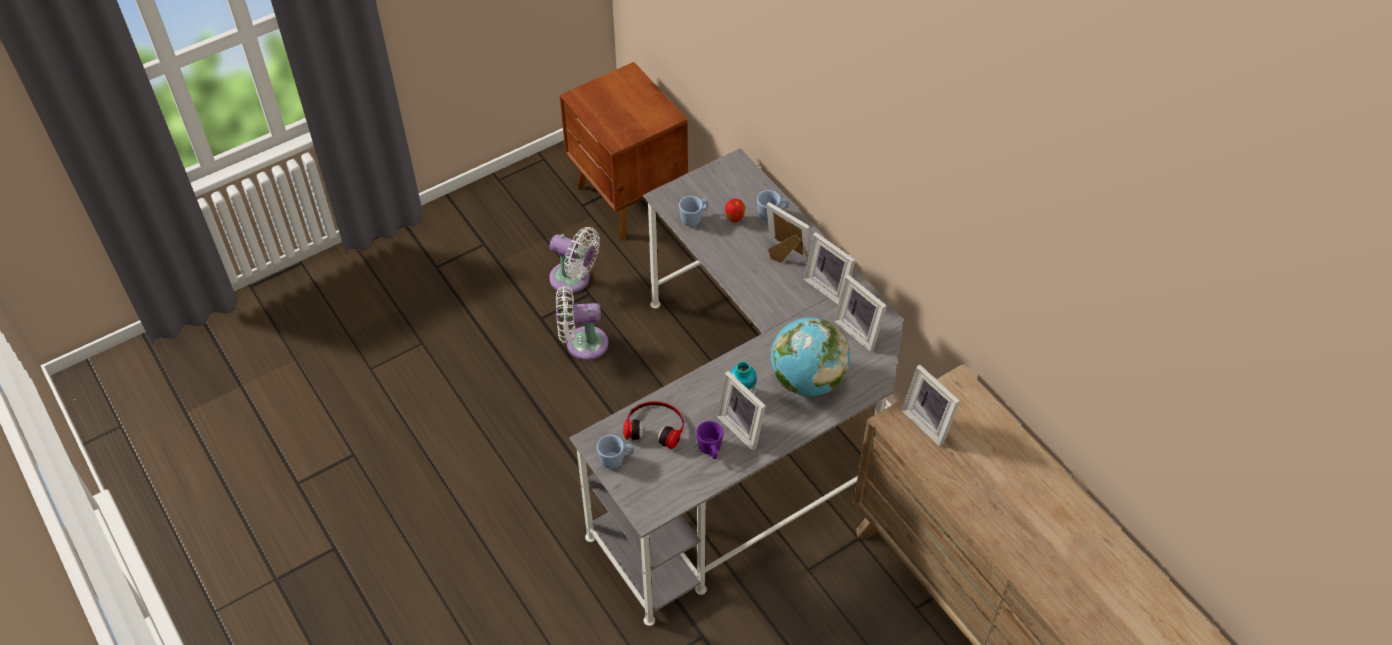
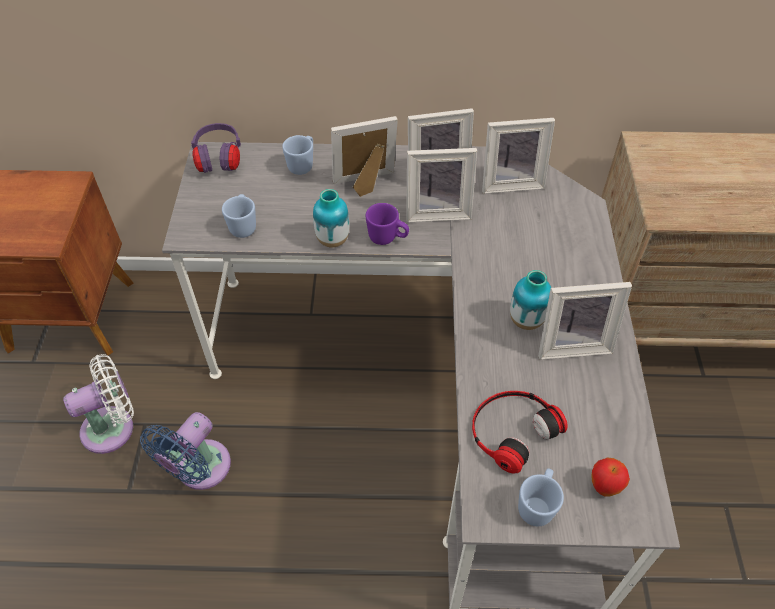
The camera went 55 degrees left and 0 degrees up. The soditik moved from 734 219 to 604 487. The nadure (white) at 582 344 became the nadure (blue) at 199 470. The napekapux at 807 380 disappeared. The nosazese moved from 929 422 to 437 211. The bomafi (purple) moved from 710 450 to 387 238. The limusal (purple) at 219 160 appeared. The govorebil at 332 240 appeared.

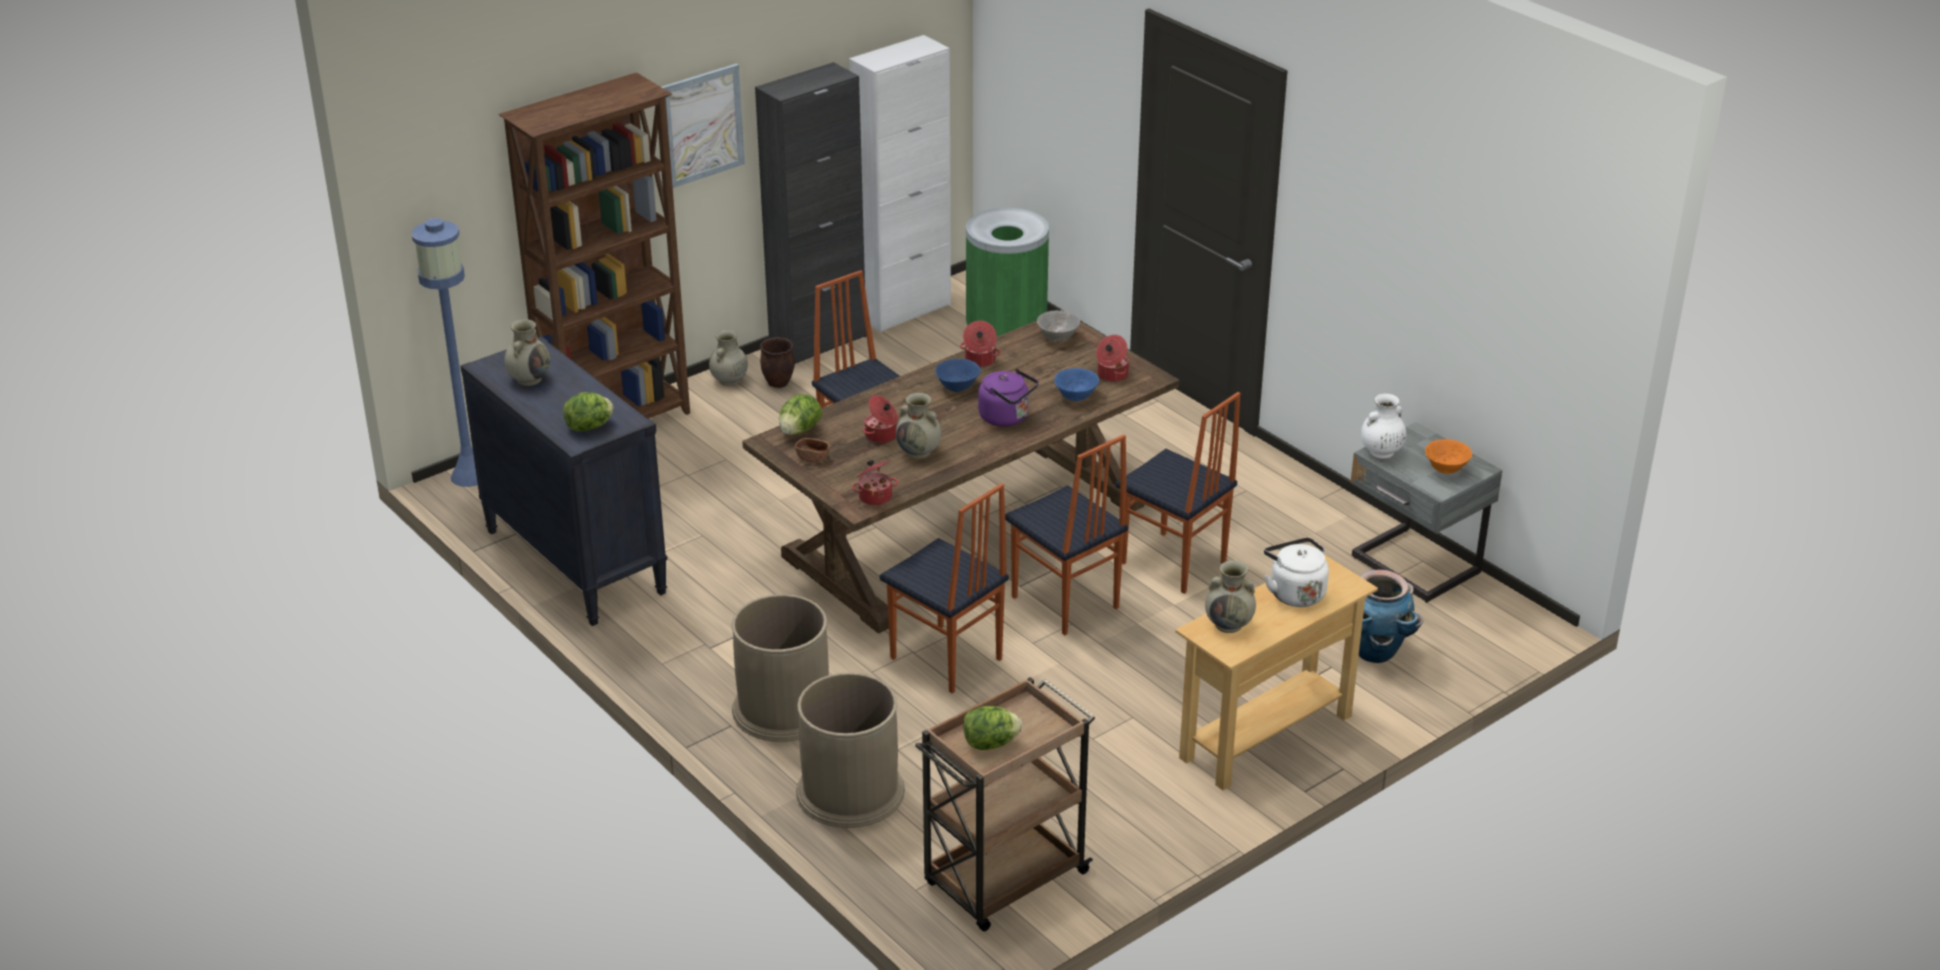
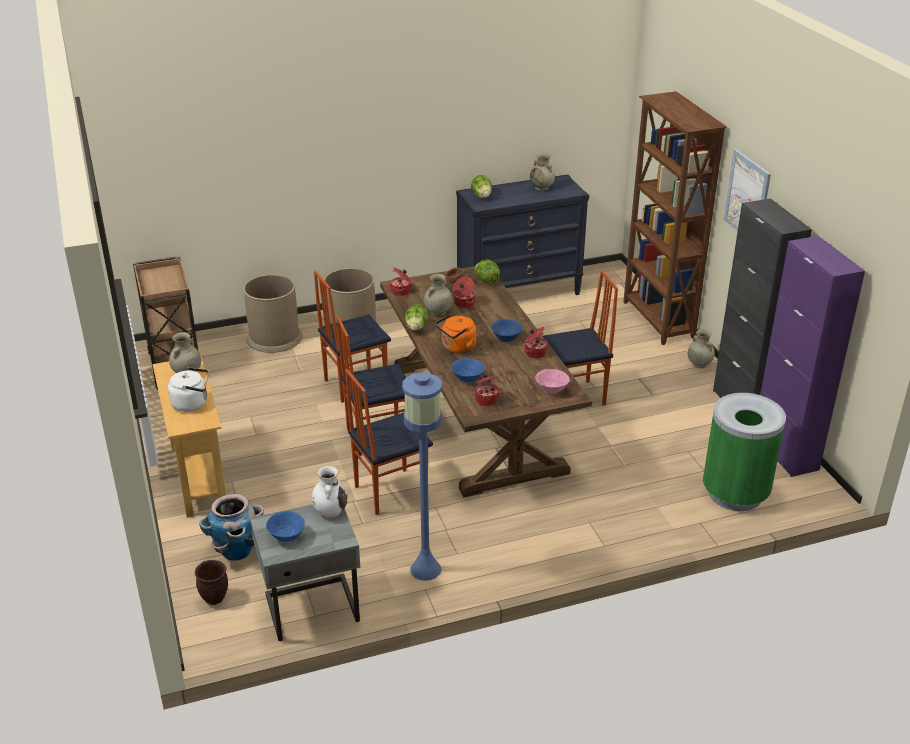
The camera went 110 degrees right and 0 degrees up. The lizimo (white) at 904 310 became the lizimo (purple) at 785 452. The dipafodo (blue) moved from 470 476 to 425 570. The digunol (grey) at 1057 337 became the digunol (pink) at 551 389. The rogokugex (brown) moved from 779 383 to 214 599. The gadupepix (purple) at 1007 418 became the gadupepix (orange) at 457 348. The digunol (orange) at 1445 469 became the digunol (blue) at 286 536. The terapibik moved from 990 743 to 416 328.

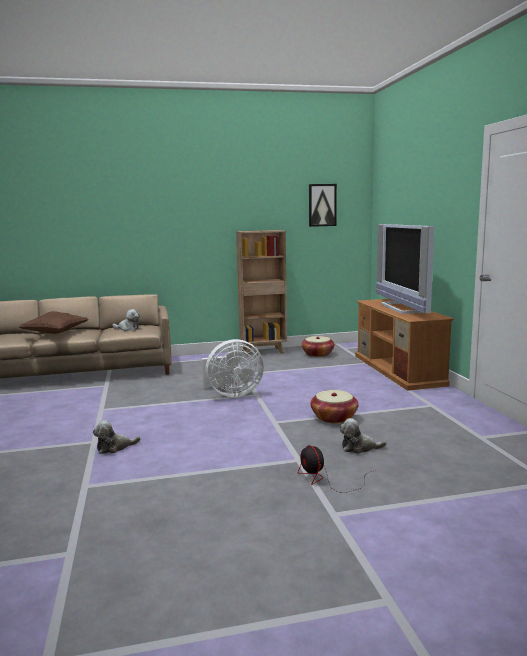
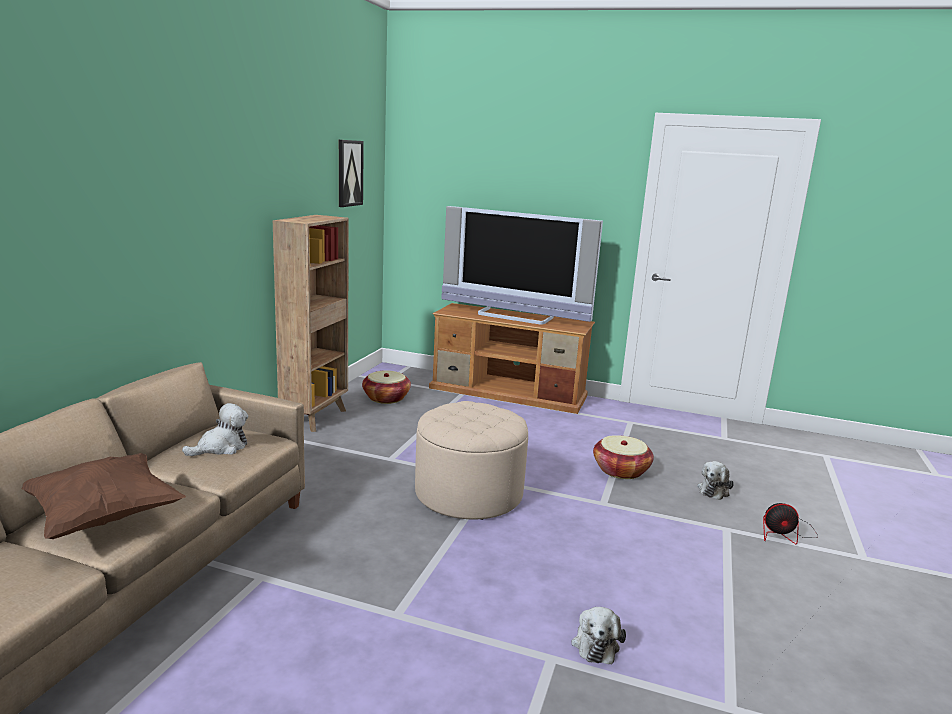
The camera went 60 degrees left and 5 degrees up. The nadure (white) at 231 394 was replaced by the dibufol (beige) at 468 493.

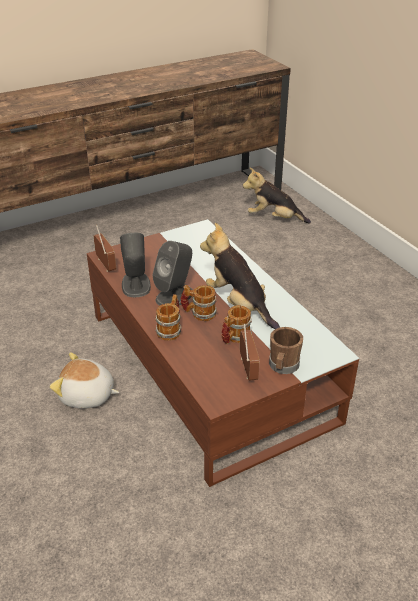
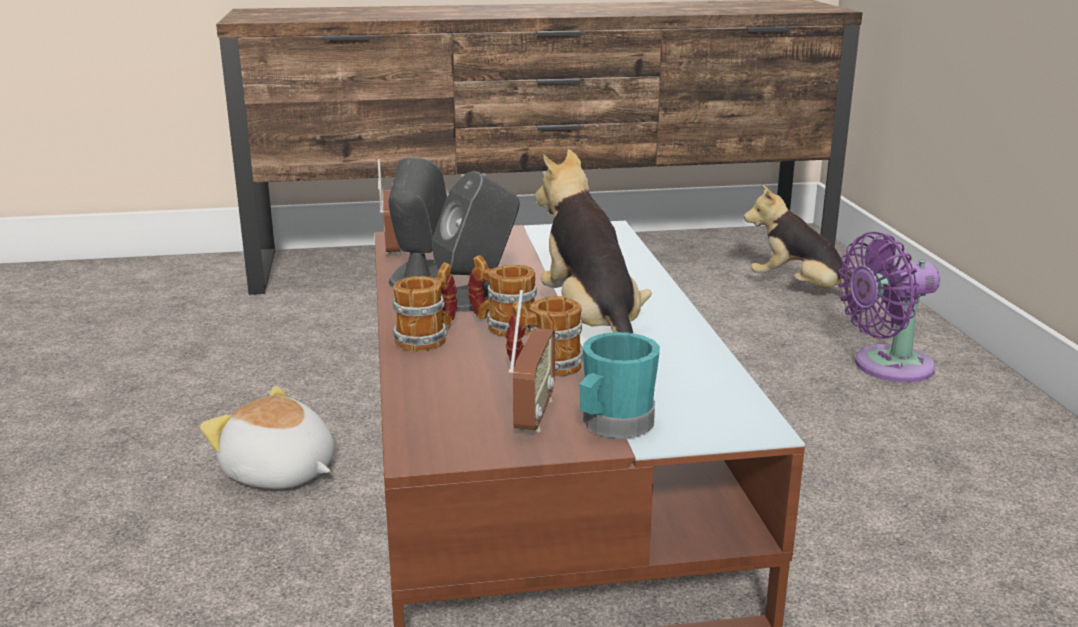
The camera went 20 degrees right and 15 degrees down. The bomafi (brown) at 283 366 became the bomafi (turquoise) at 613 425. The nadure (purple) at 886 366 appeared.

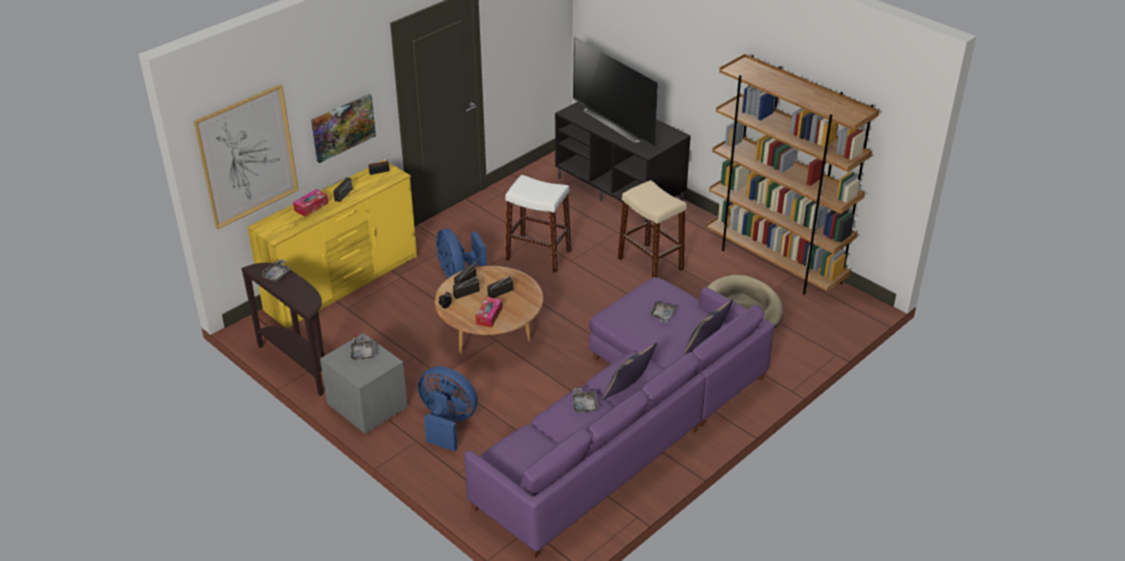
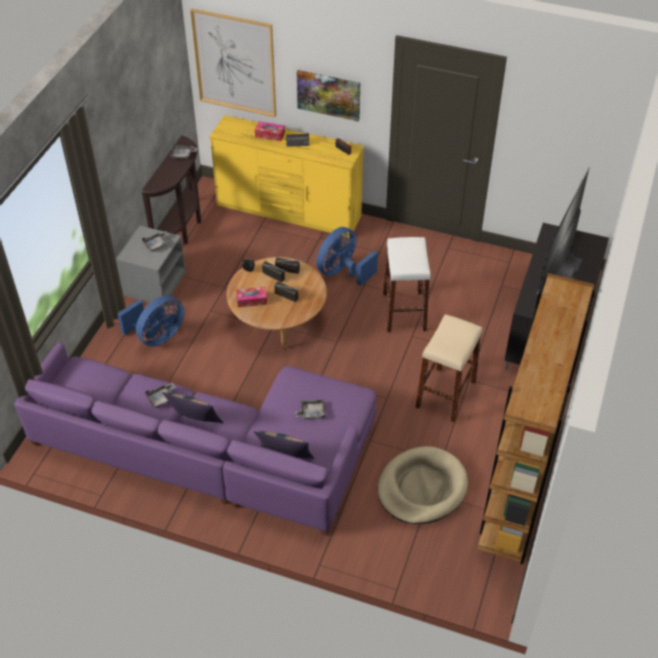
The camera went 65 degrees right and 10 degrees up. The nadure (blue) at 447 423 turned 45 degrees clockwise.

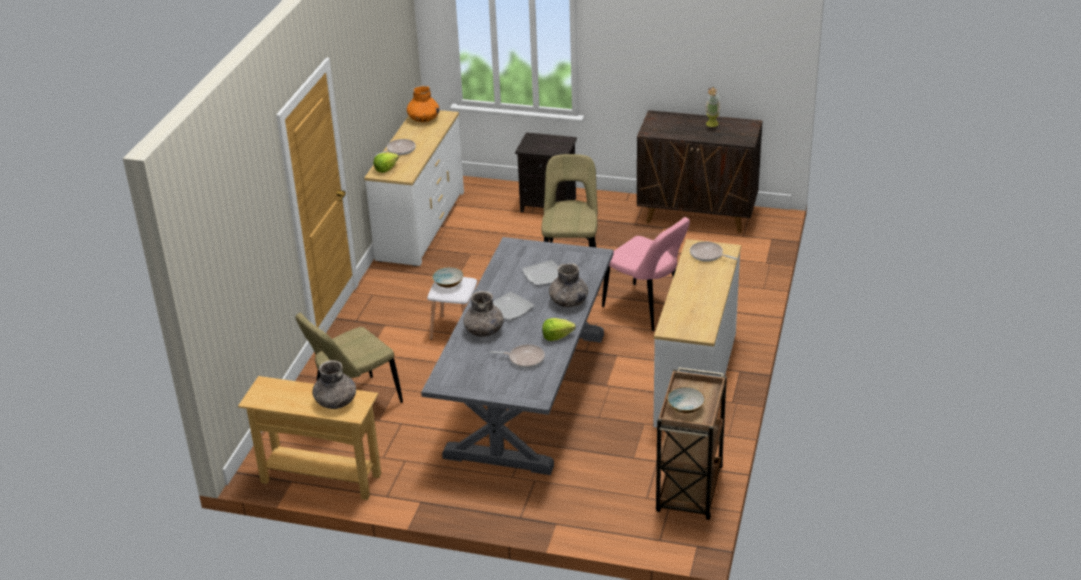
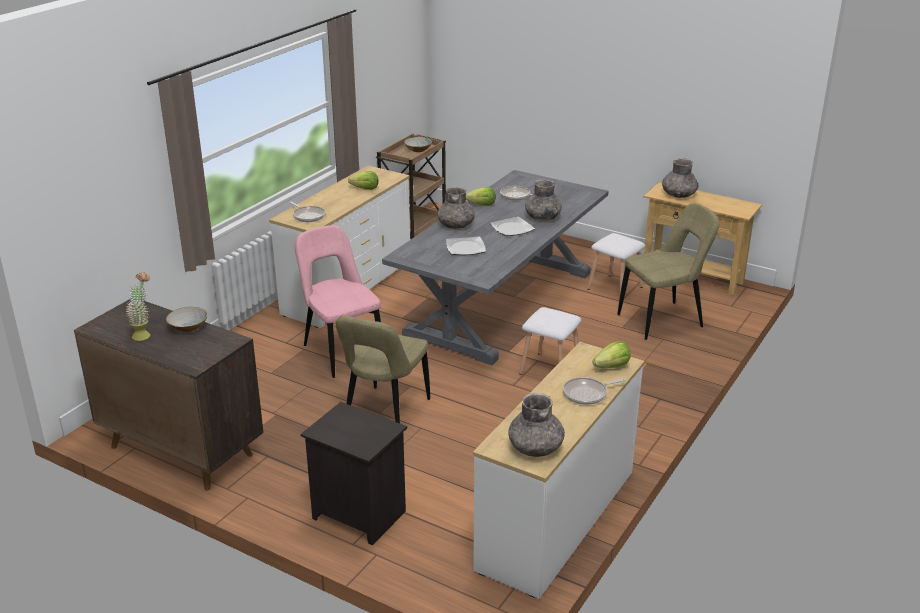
The camera went 165 degrees left and 5 degrees down. The govorebil (orange) at 423 119 became the govorebil (grey) at 535 447. The digunol moved from 448 283 to 188 327. The terapibik at 365 189 appeared. The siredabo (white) at 615 288 appeared.

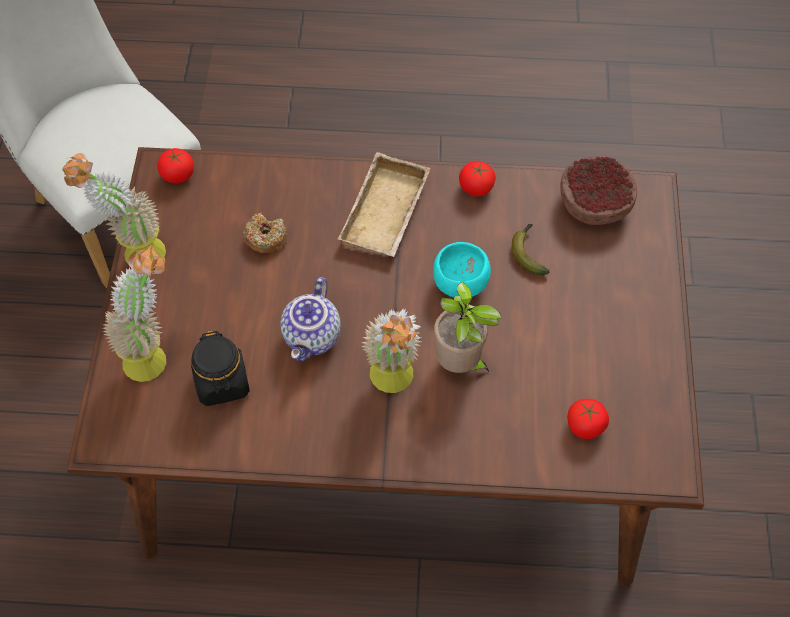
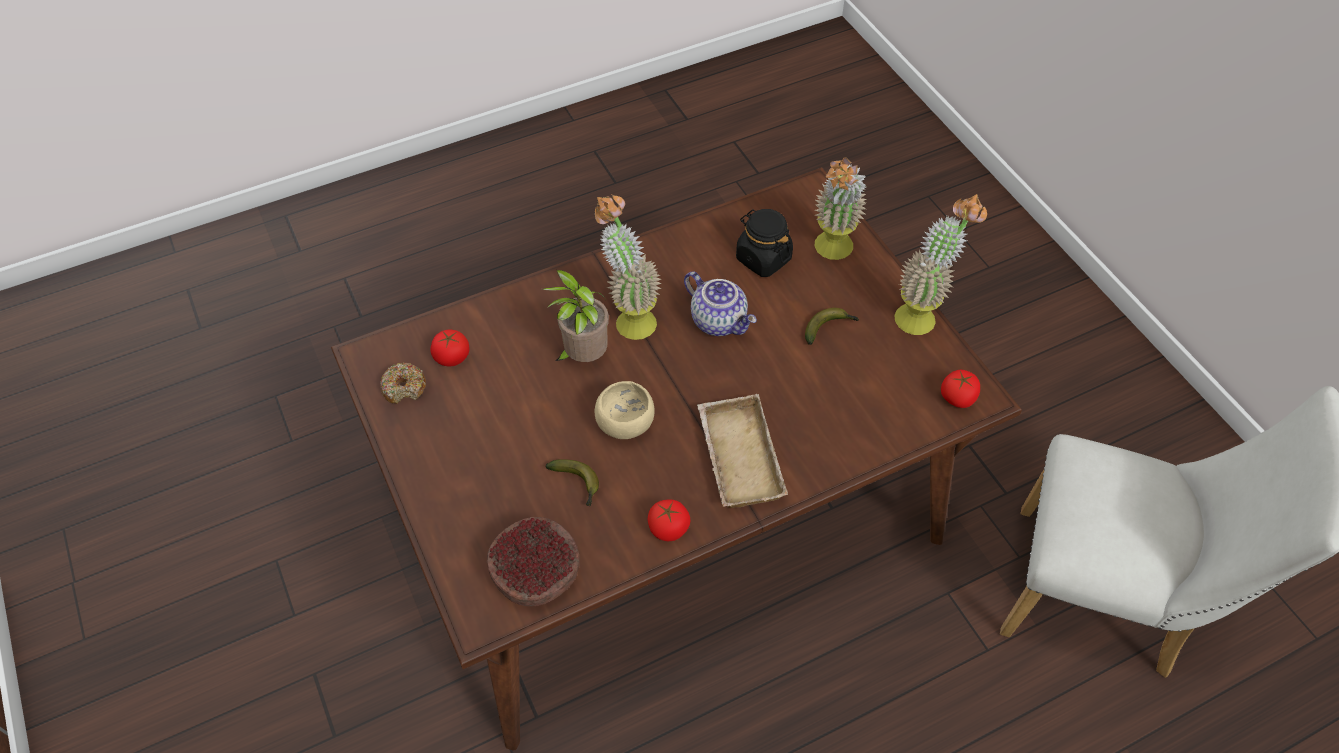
The camera went 150 degrees right and 5 degrees down. The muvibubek moved from 265 237 to 404 388. The digunol (turquoise) at 459 282 became the digunol (beige) at 627 424. The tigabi at 313 337 turned 150 degrees clockwise. The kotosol at 829 328 appeared.

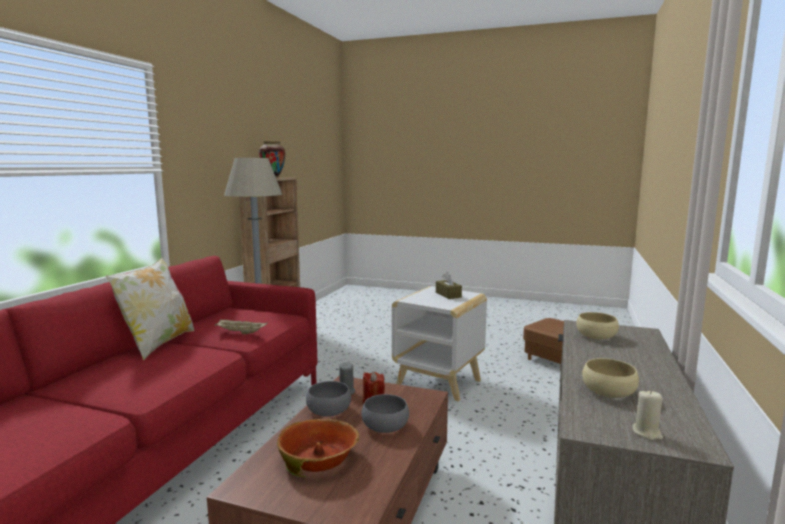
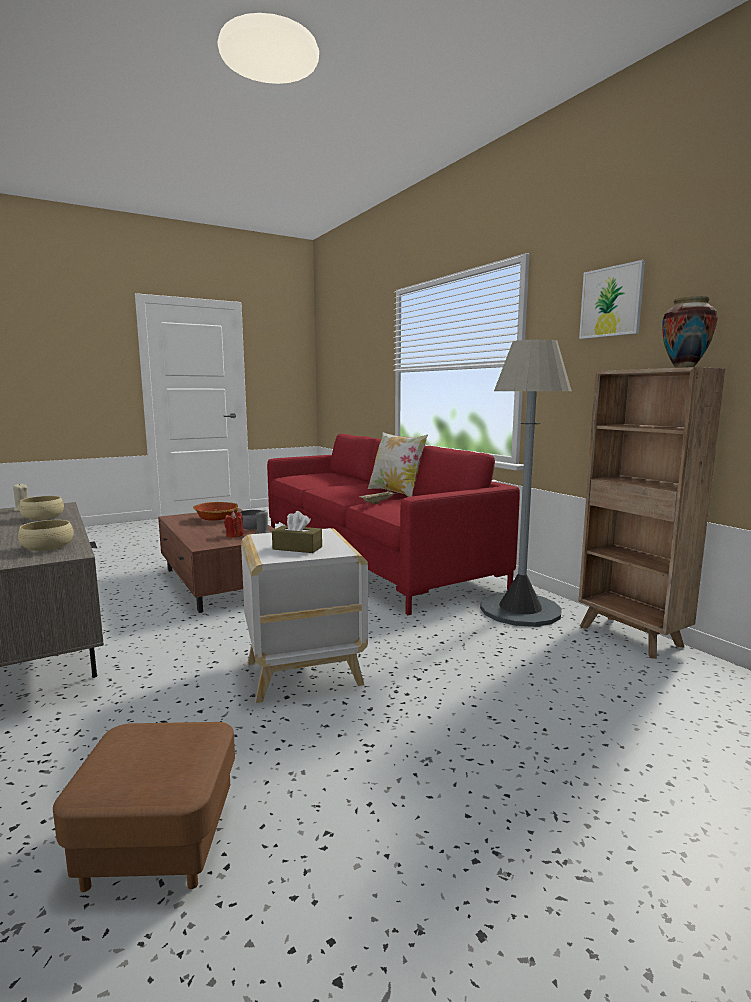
The camera went 130 degrees right and 0 degrees up. The digunol (grey) at 385 425 disappeared. The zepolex at 611 302 appeared.

